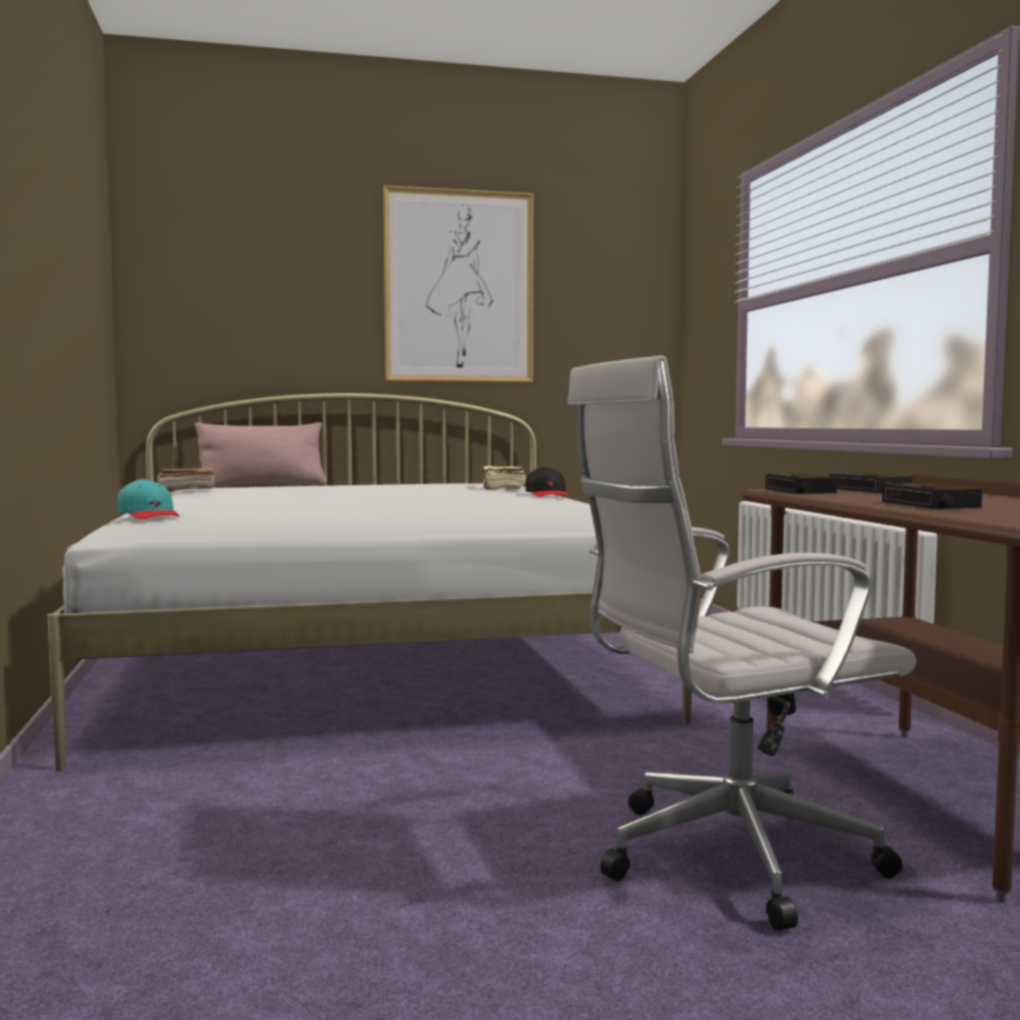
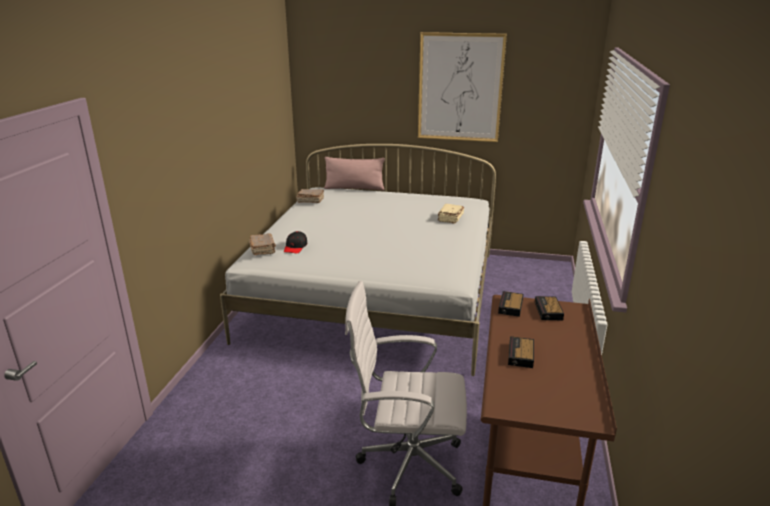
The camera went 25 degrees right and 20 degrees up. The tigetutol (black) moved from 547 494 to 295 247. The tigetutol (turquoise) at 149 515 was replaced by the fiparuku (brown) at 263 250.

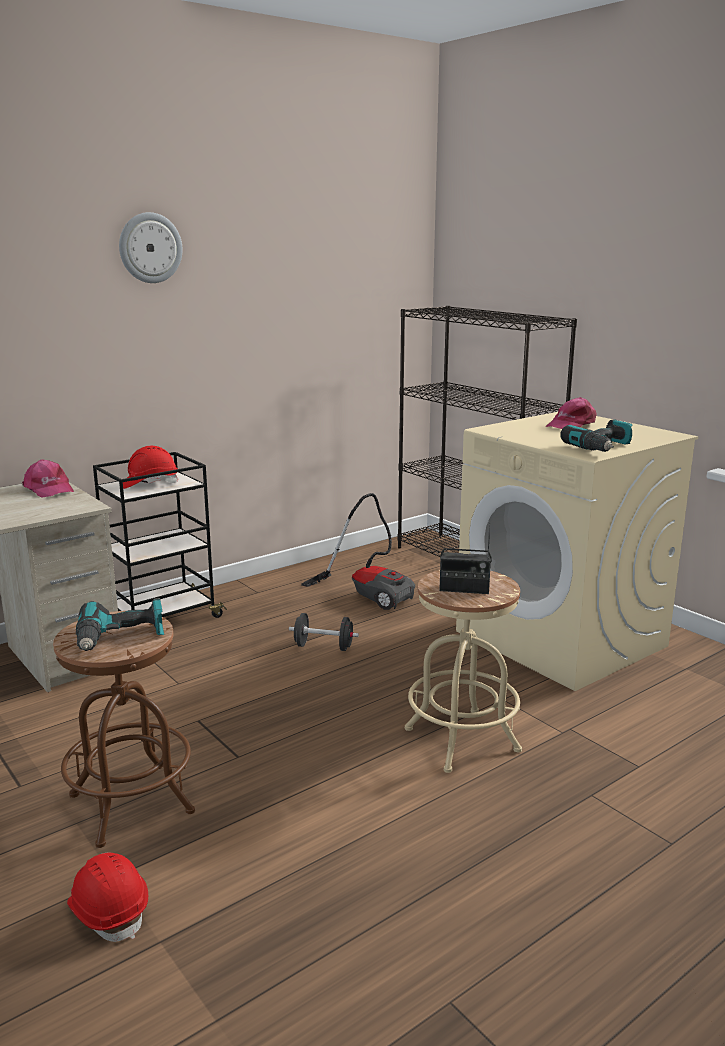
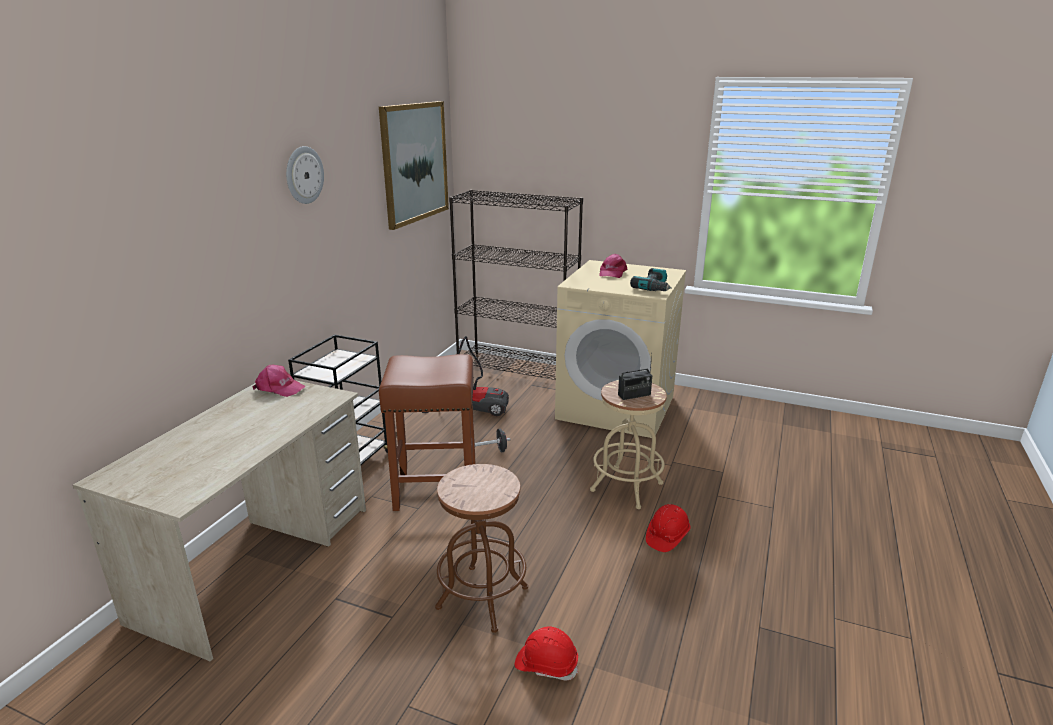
The camera went 30 degrees left and 5 degrees up. The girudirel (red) moved from 150 484 to 667 537. The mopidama at 121 638 disappeared. The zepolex at 414 163 appeared. The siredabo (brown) at 434 490 appeared.

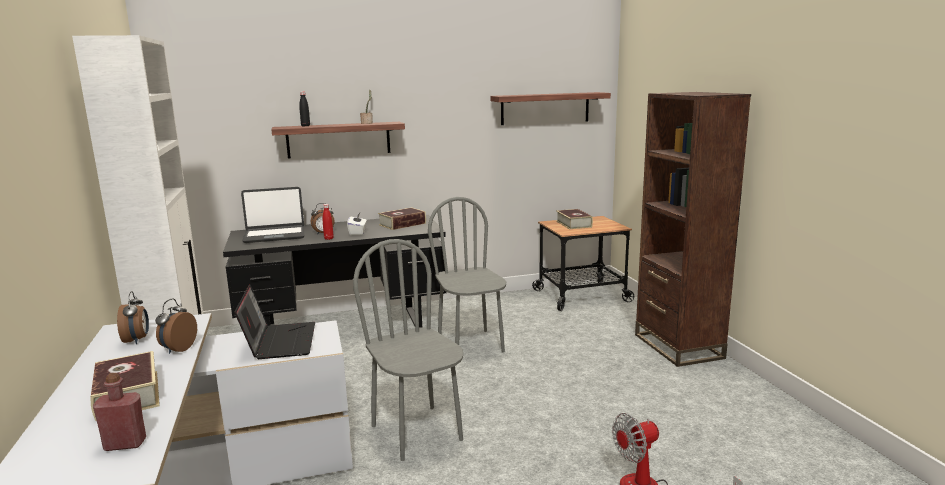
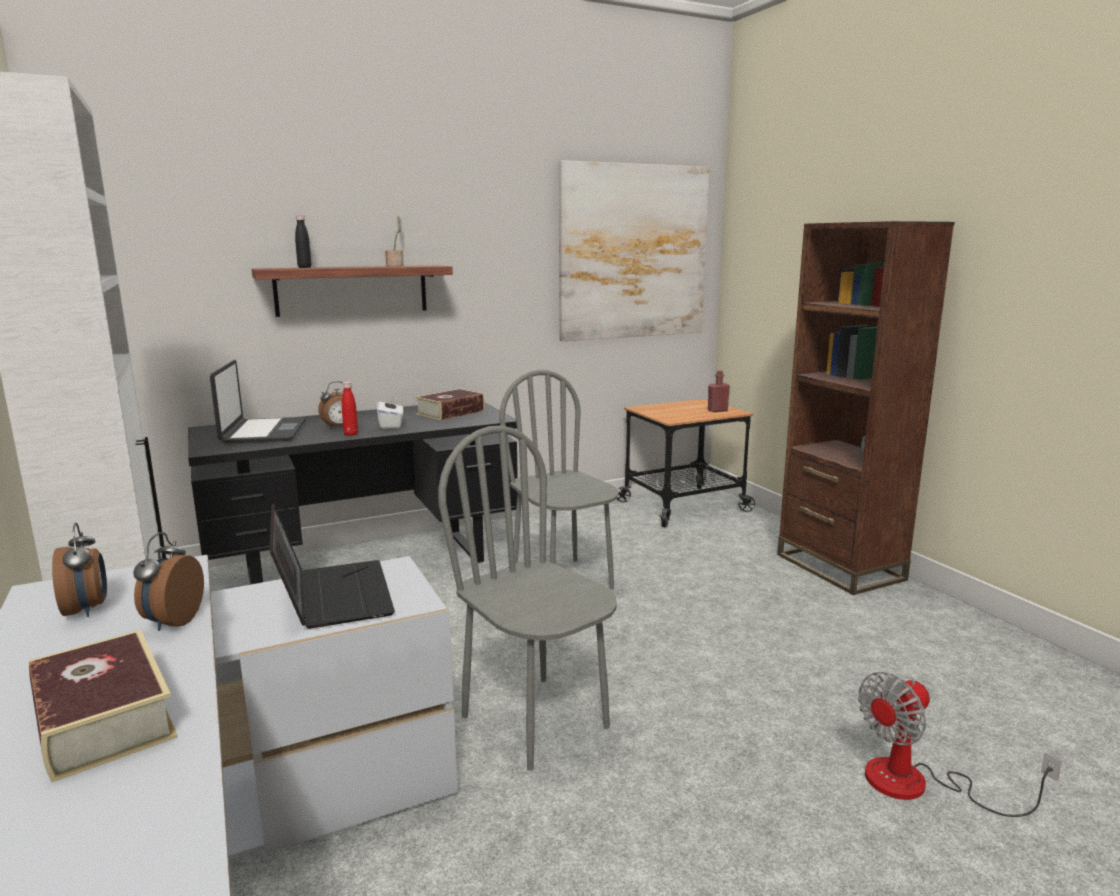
The camera went 10 degrees left and 0 degrees up. The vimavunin at 545 108 was replaced by the zepolex at 633 252. The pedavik at 274 235 turned 75 degrees counterclockwise. The fiparuku at 573 224 disappeared. The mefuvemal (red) moved from 125 444 to 717 410.

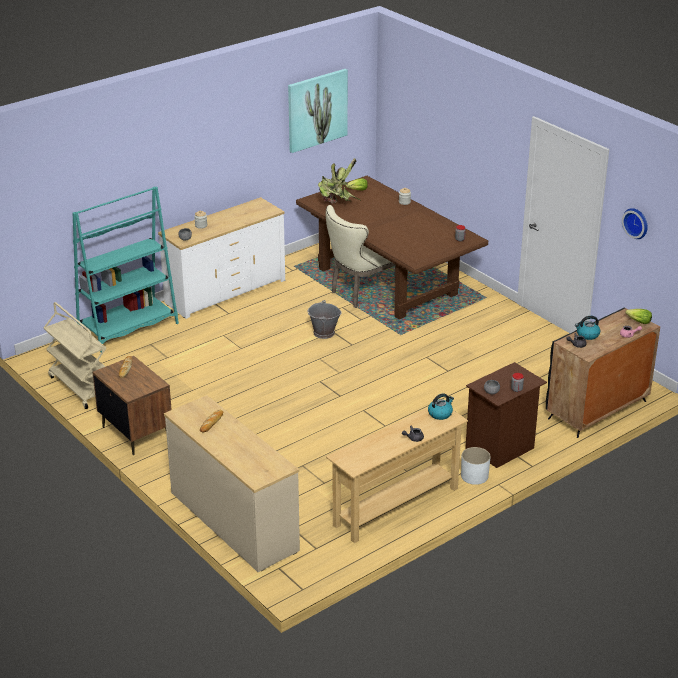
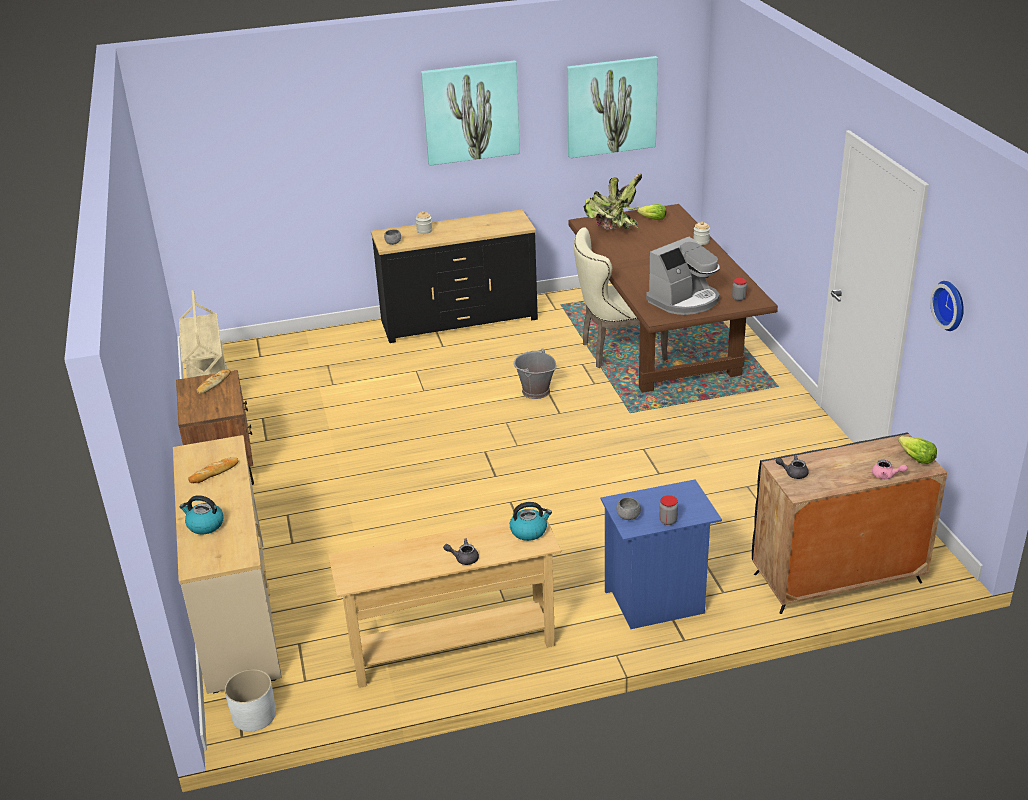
The camera went 25 degrees right and 0 degrees up. The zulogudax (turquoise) at 128 329 disappeared. The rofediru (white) at 225 291 became the rofediru (black) at 459 320. The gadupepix moved from 587 335 to 204 525. The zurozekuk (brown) at 501 449 became the zurozekuk (blue) at 656 602. The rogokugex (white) moved from 474 476 to 253 715. The zepolex at 470 112 appeared. The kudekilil at 684 300 appeared.

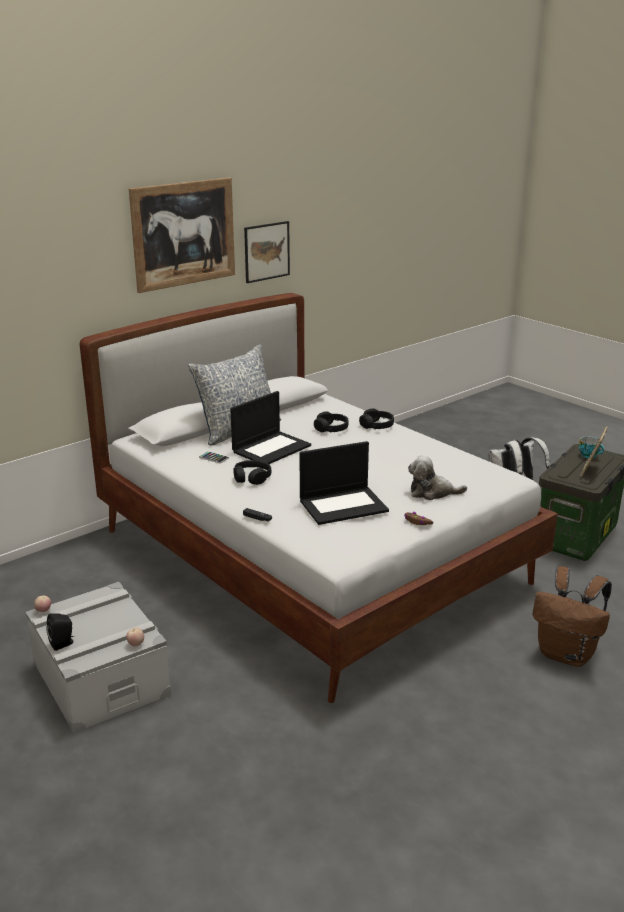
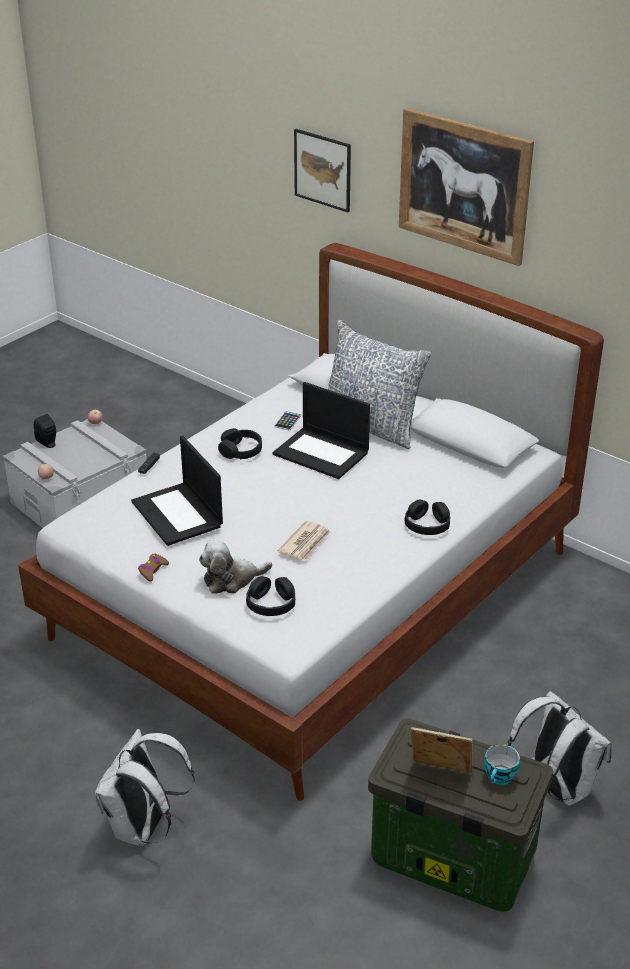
The camera went 80 degrees right and 10 degrees up. The zepolex moved from 266 251 to 323 170. The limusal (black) moved from 331 428 to 271 603. The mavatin at 432 492 turned 105 degrees counterclockwise. The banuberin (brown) at 567 654 became the banuberin (white) at 144 828. The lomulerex at 306 543 appeared.

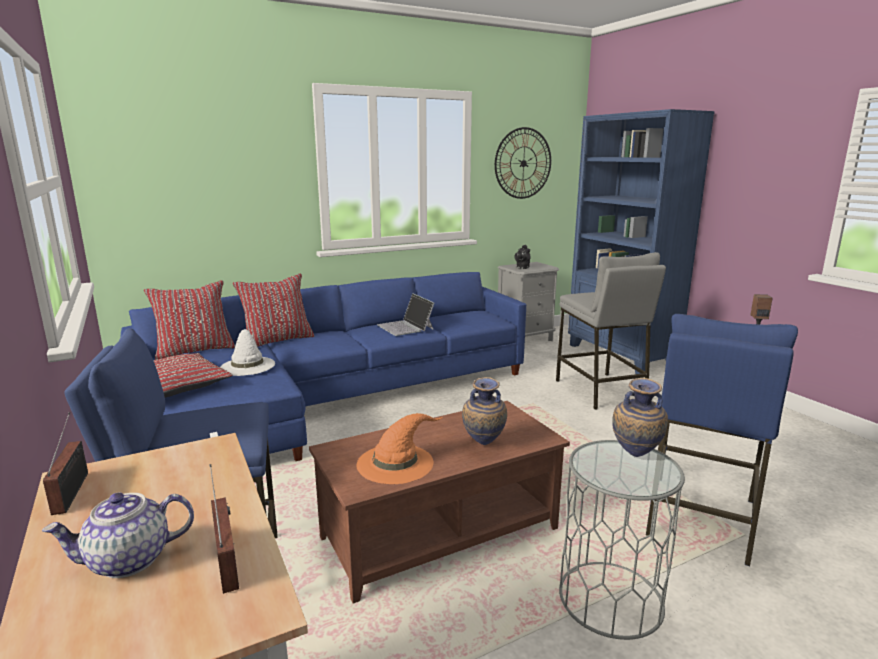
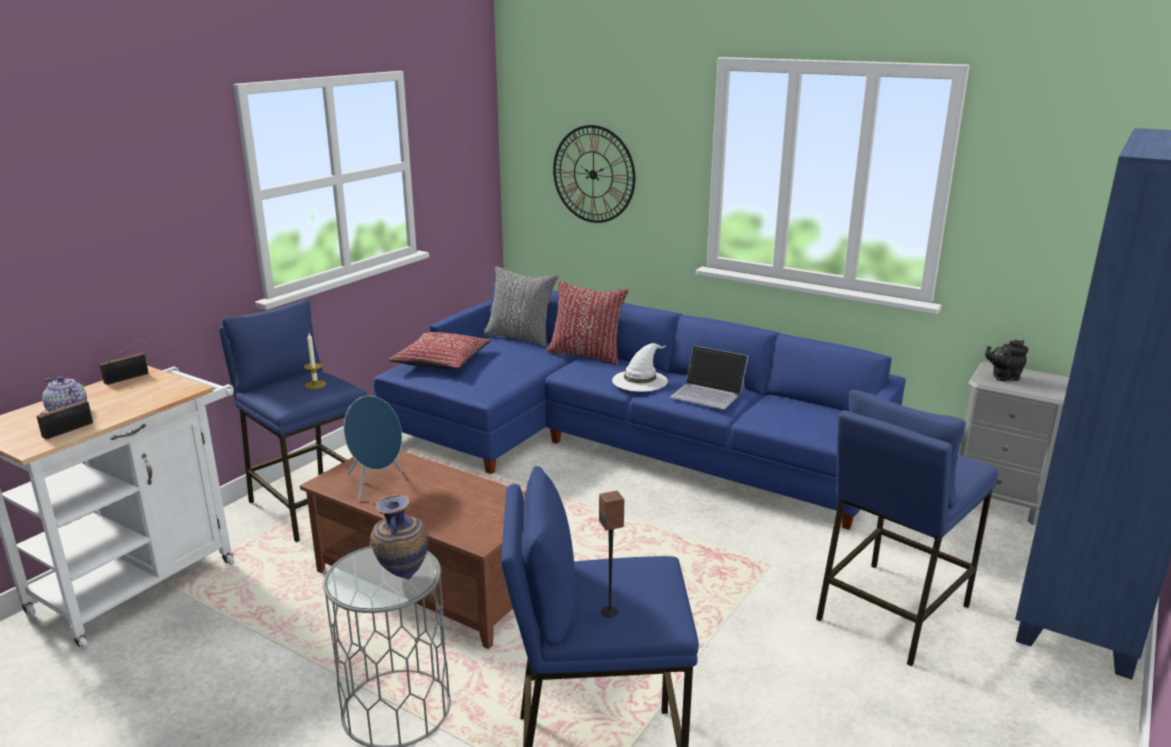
The camera went 60 degrees right and 5 degrees up. The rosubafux moved from 523 163 to 593 174. The siredabo (grey) at 600 391 became the siredabo (blue) at 890 611. The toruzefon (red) at 194 350 became the toruzefon (grey) at 520 337. The pedavik at 405 327 turned 90 degrees counterclockwise. The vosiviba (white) moved from 247 365 to 640 380. The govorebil at 483 446 disappeared. The vosiviba (orange) at 396 462 was replaced by the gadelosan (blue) at 376 484. The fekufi at 315 384 appeared.

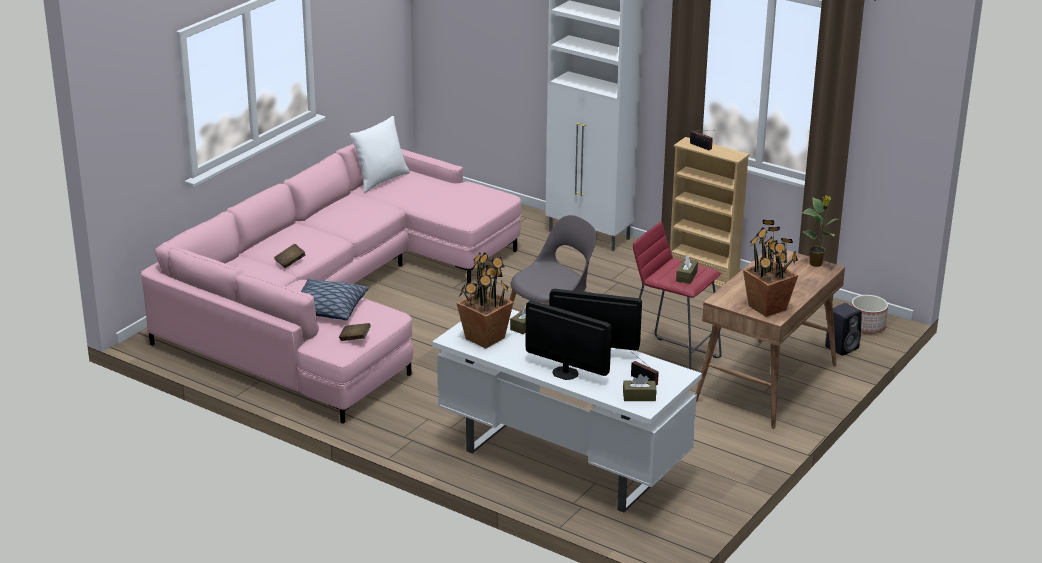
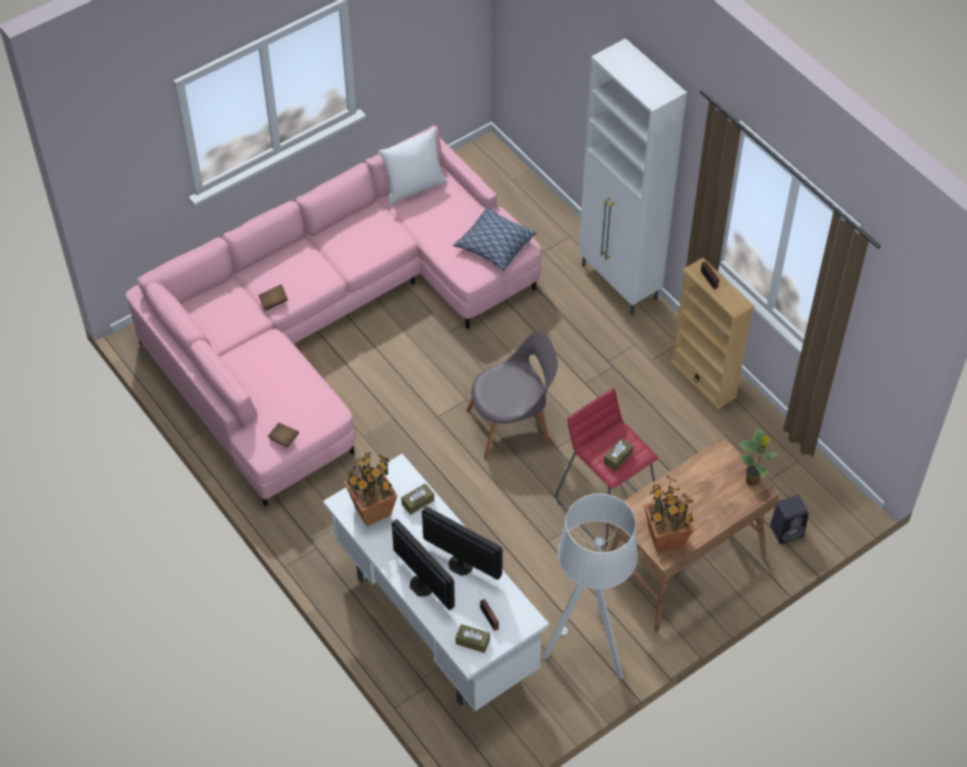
The camera went 20 degrees right and 25 degrees up. The toruzefon moved from 327 309 to 494 245. The rogokugex at 867 327 disappeared. The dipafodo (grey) at 588 647 appeared.

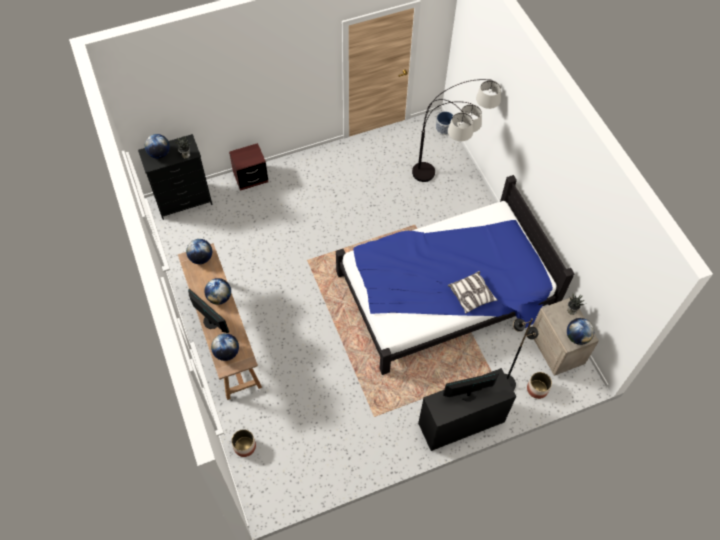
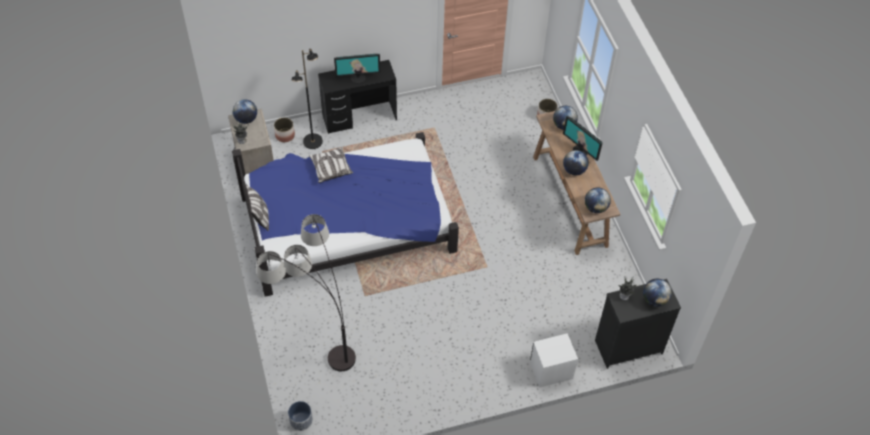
The camera went 175 degrees left and 5 degrees down. The zurozekuk (brown) at 251 178 became the zurozekuk (white) at 551 370. The toruzefon at 260 217 appeared.

